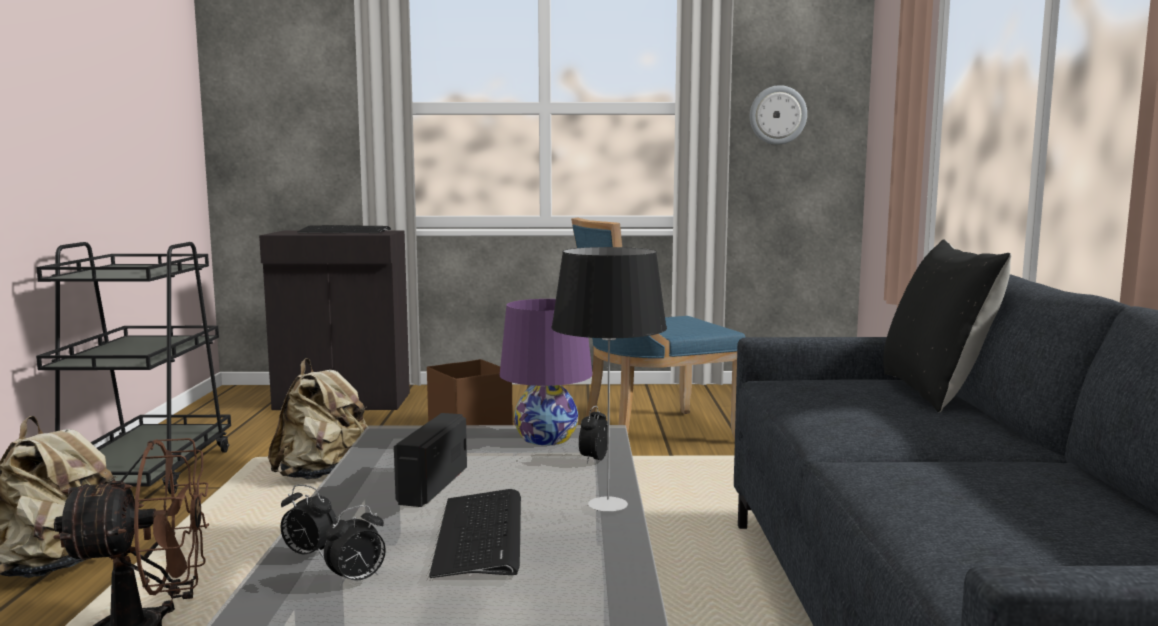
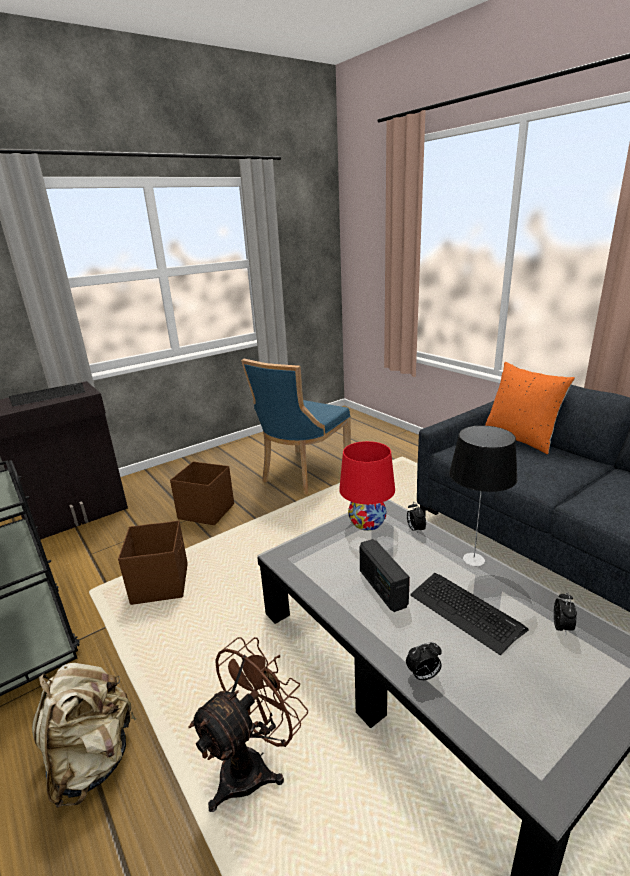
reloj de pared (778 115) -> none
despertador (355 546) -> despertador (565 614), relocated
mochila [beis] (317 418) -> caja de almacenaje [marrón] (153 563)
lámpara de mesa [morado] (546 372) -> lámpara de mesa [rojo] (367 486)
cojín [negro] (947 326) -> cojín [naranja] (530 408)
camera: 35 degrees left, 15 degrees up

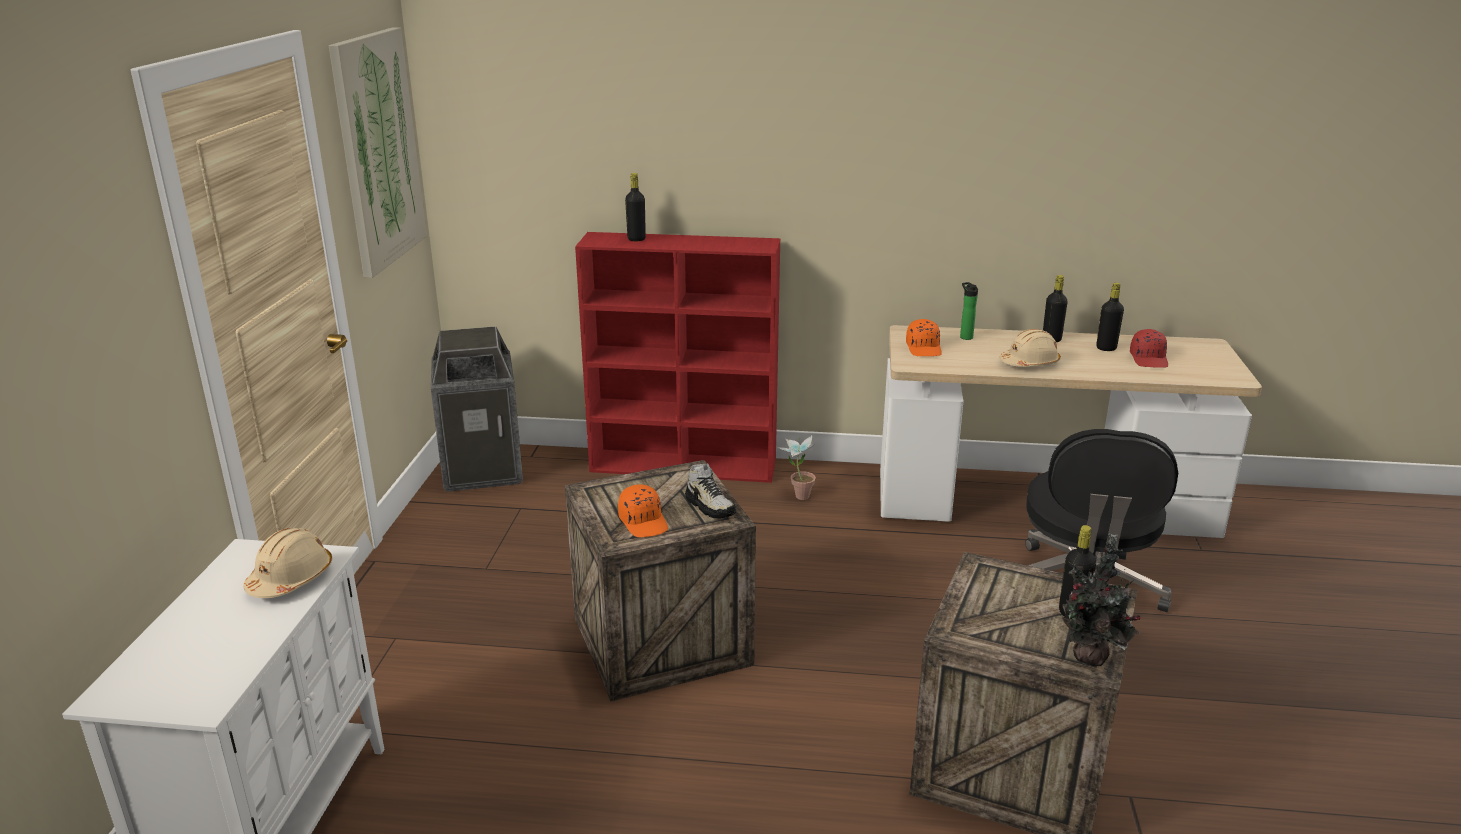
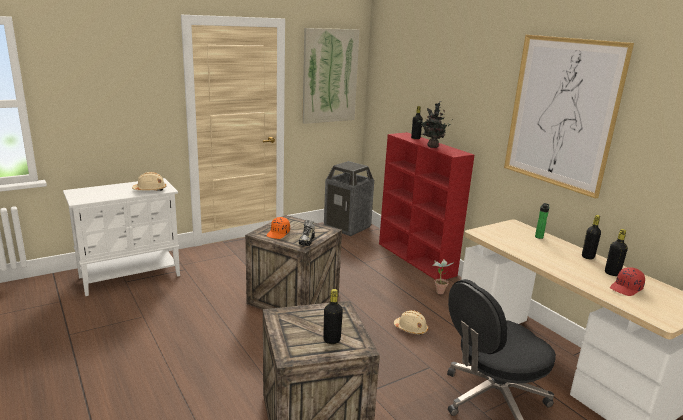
gorra [naranja] (924 337) -> none
none -> cuadro (569 117)
casco [beis] (1030 348) -> casco [beis] (411 322), relocated
planta en maceta (1101 599) -> planta en maceta (434 124), relocated
camera: 50 degrees right, 5 degrees down

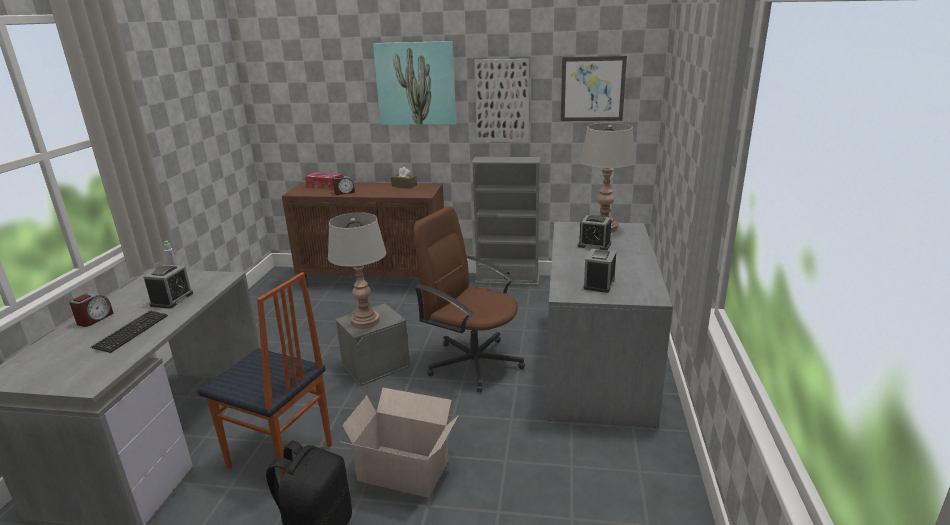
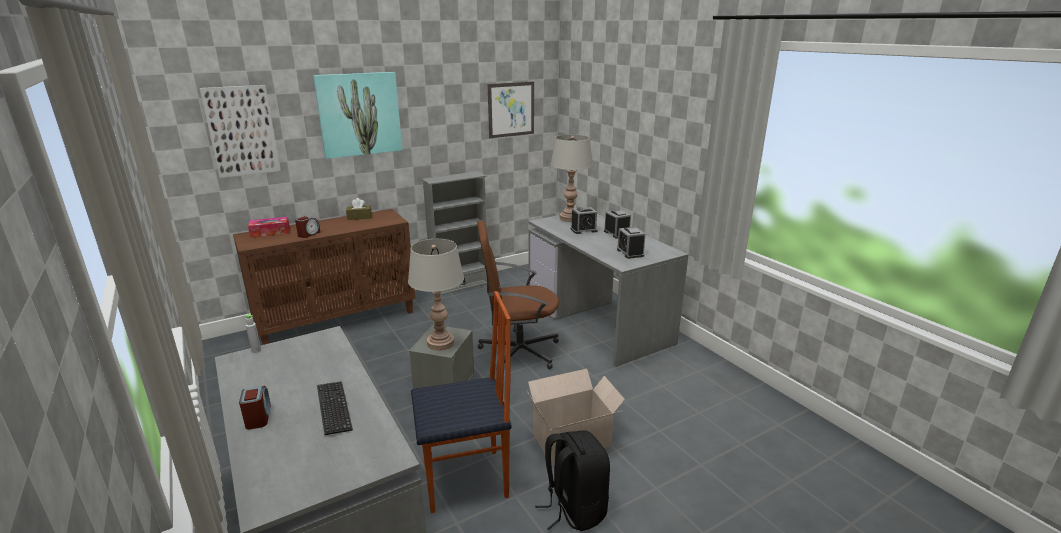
despertador (168 287) -> despertador (617 224), relocated
cuadro (501 100) -> cuadro (240 131), relocated
camera: 40 degrees left, 0 degrees up

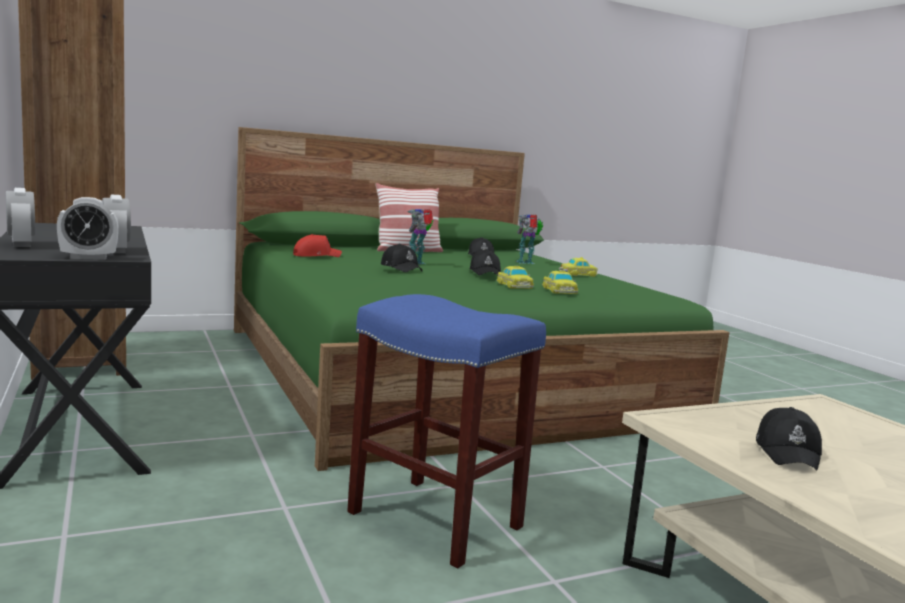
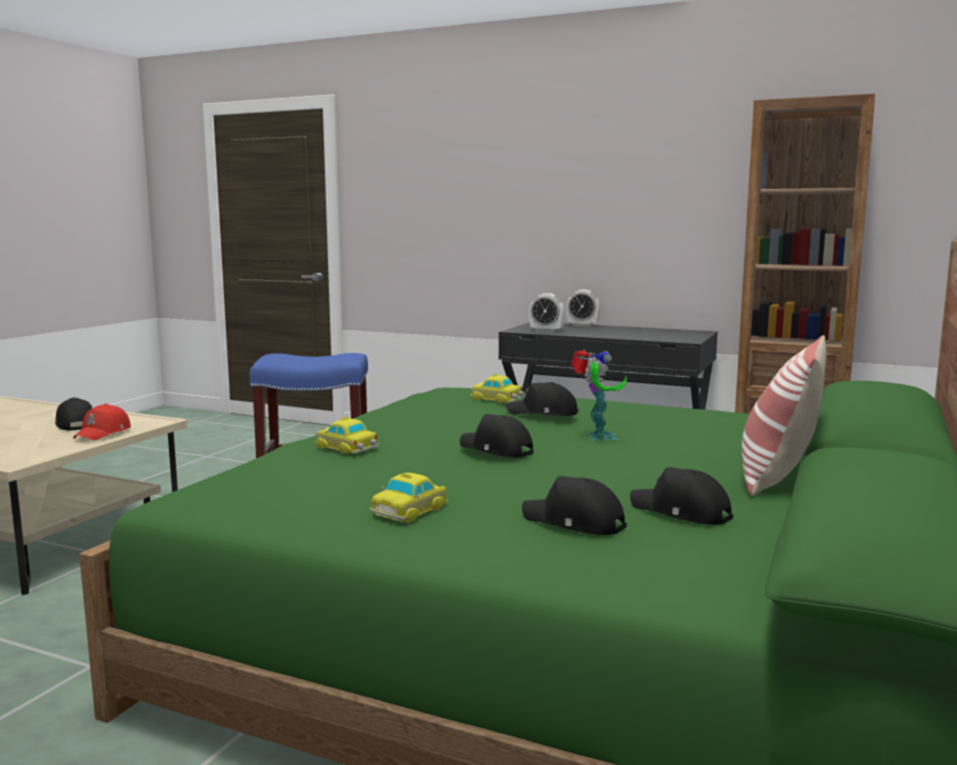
despertador (88 228) -> none
gorra [rojo] (317 245) -> gorra [rojo] (102 422), relocated
coche de juguete (515 277) -> coche de juguete (497 388), relocated
robot de juguete (529 239) -> gorra [negro] (574 505)
camera: 140 degrees right, 0 degrees up

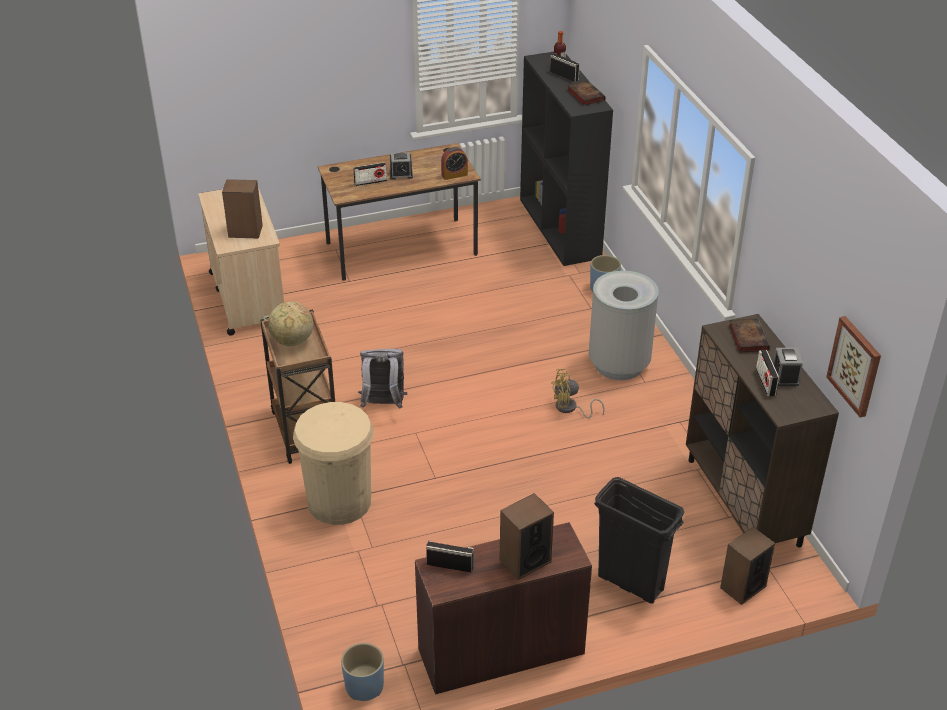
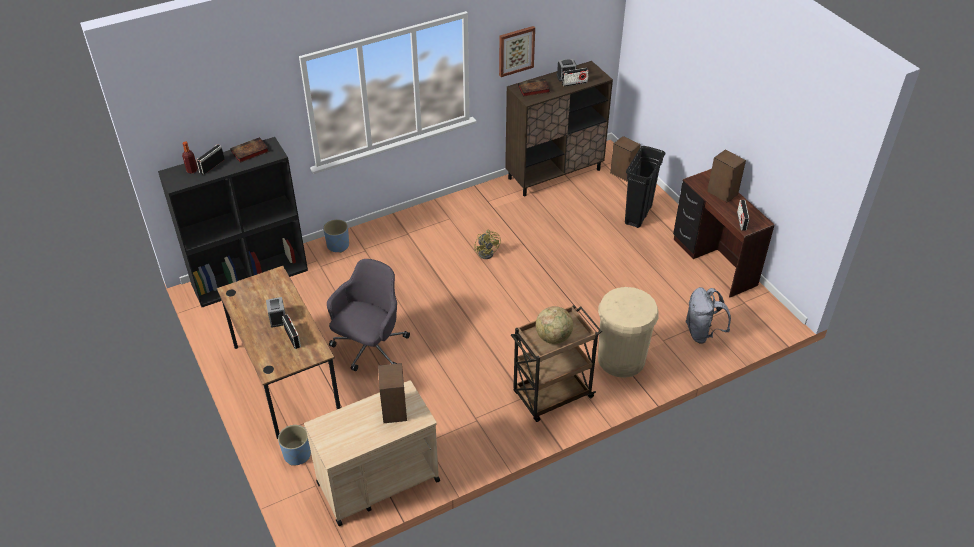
despertador (454 163) -> none
papelera [gris] (624 325) -> none
none -> silla de oficina [gris] (368 315)
maceta [azul] (362 672) -> maceta [azul] (294 445), relocated
mochila [gris] (382 379) -> mochila [gris] (708 315), relocated
cuadro (853 367) -> cuadro (517 51), relocated
camera: 100 degrees left, 5 degrees up

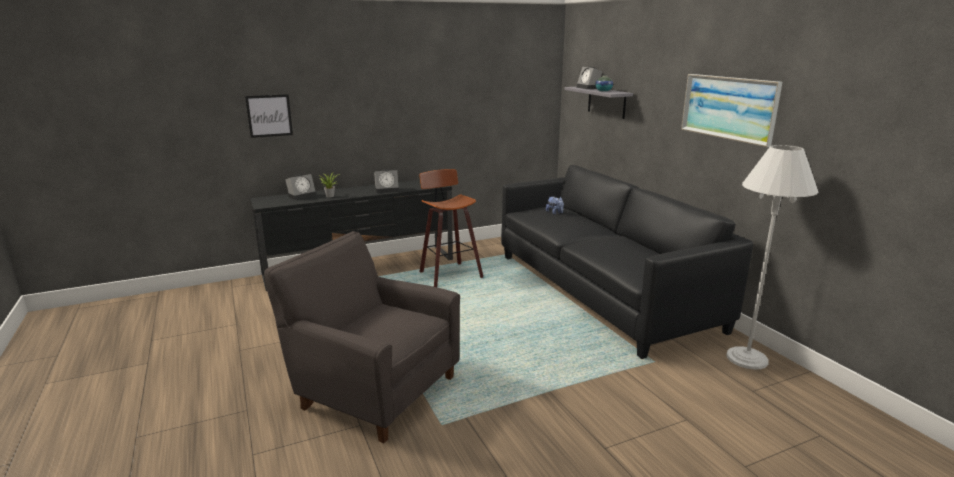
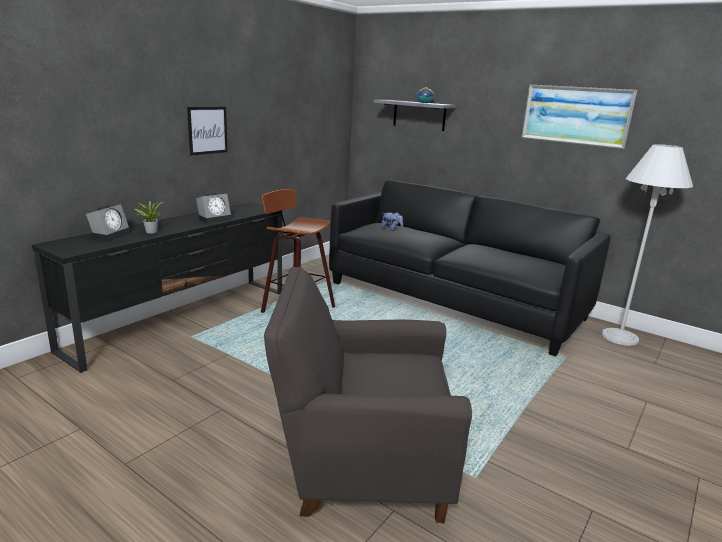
despertador (589 77) -> none
cuadro (269 116) -> cuadro (207 131), relocated
camera: 30 degrees left, 0 degrees up

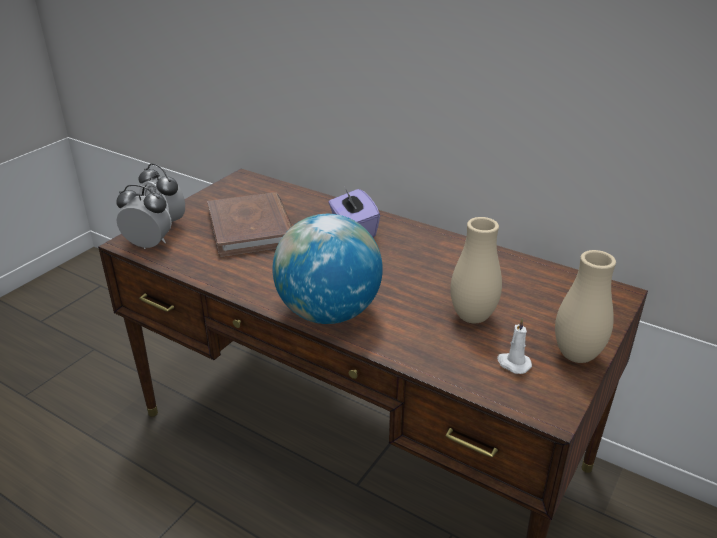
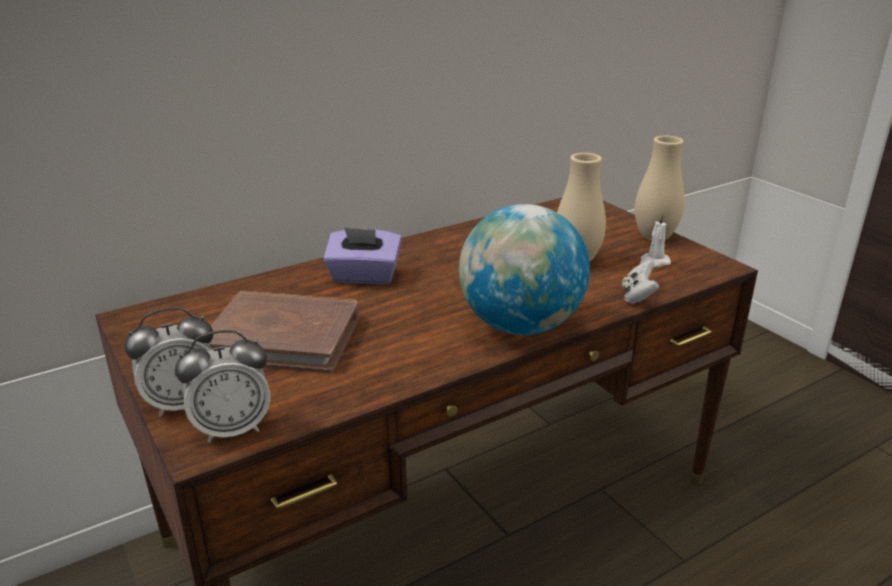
none -> mando de consola [blanco] (640 282)
despertador (144 217) -> despertador (222 386), 150 degrees counterclockwise
camera: 65 degrees left, 5 degrees down

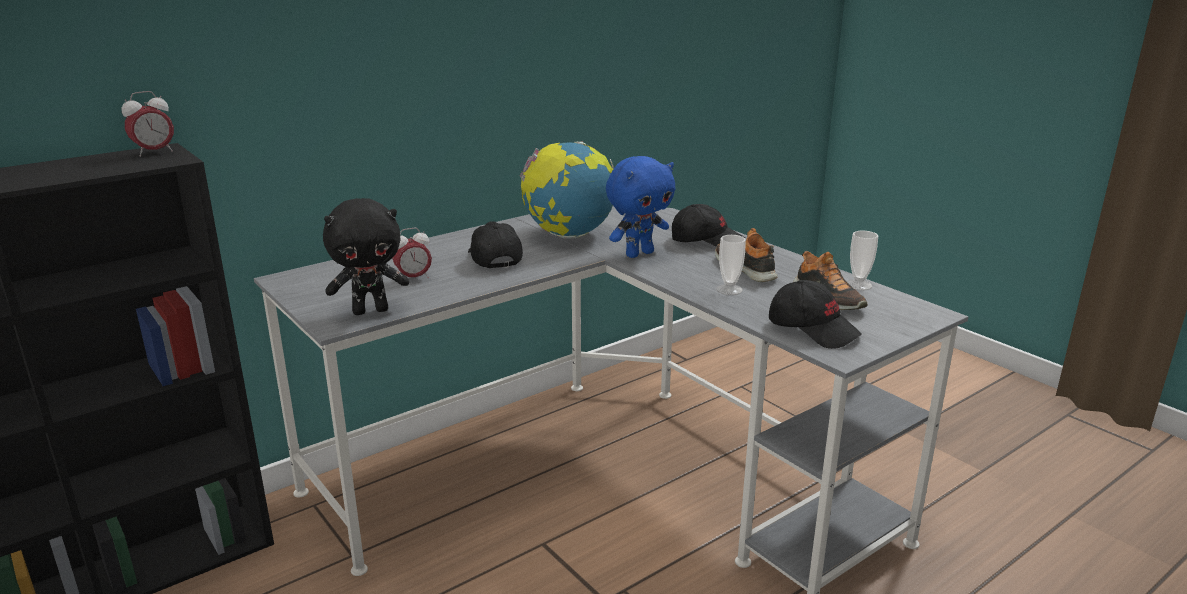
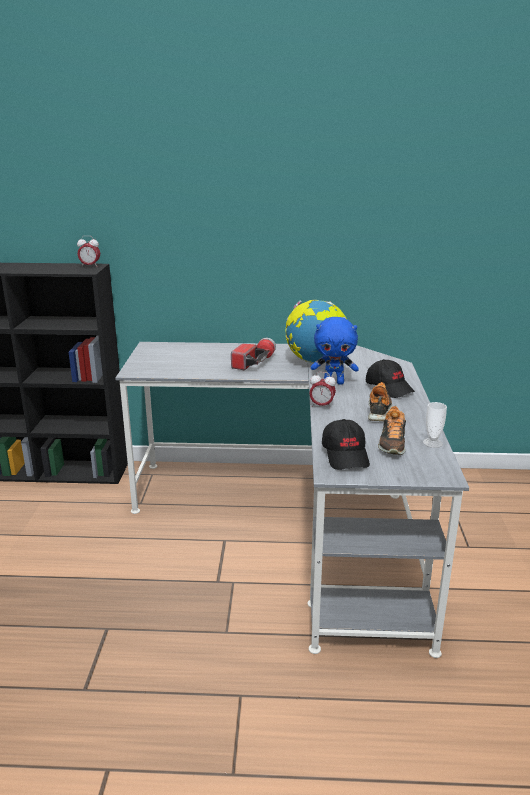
peluche [negro] (366 256) -> none
taza (731 265) -> none
despertador (412 253) -> despertador (322 390), relocated
gorra [negro] (495 244) -> linterna (253 354)
camera: 40 degrees right, 0 degrees up

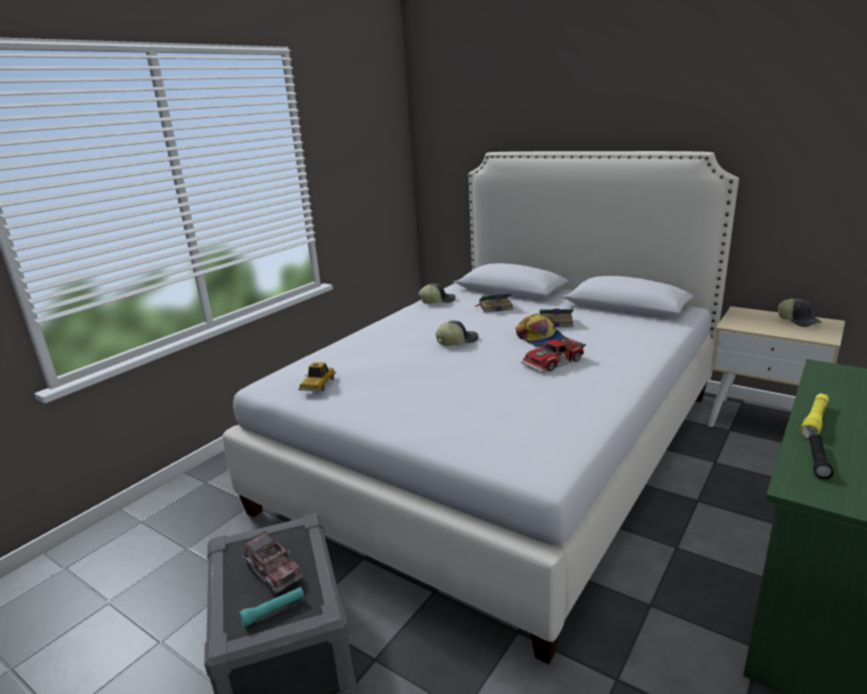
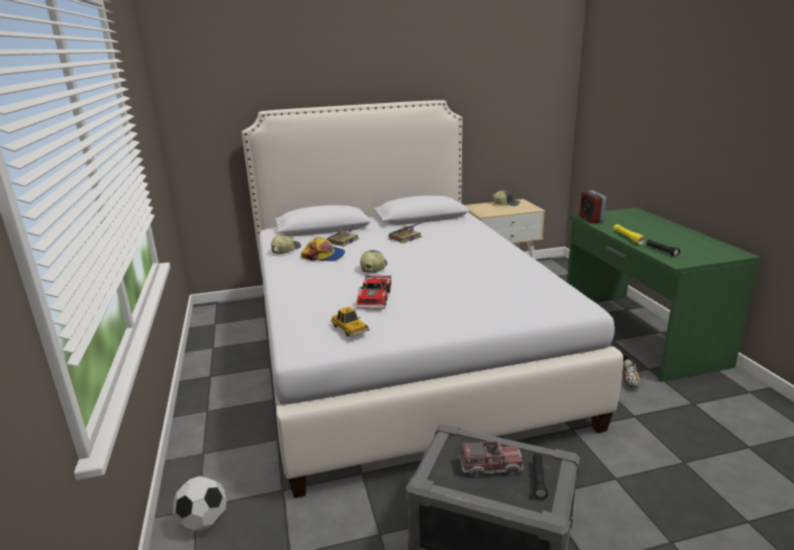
none -> balón de fútbol (200 504)
none -> despertador (593 206)
none -> zapato (632 370)
gorra (539 330) -> gorra (323 249), relocated
coche de juguete (553 354) -> coche de juguete (374 292), relocated
linterna [turquesa] (271 607) -> linterna [negro] (540 477)
camera: 50 degrees left, 0 degrees up

